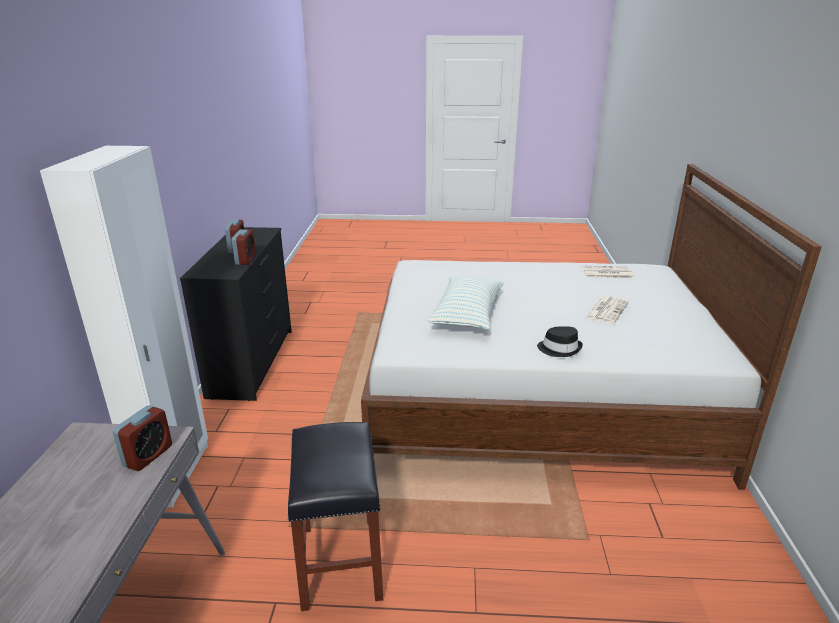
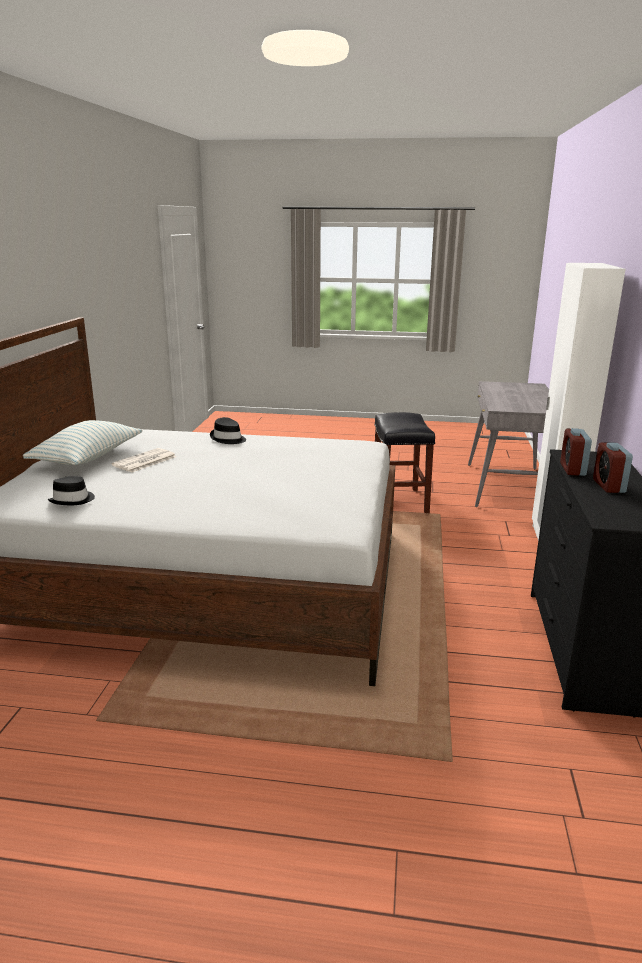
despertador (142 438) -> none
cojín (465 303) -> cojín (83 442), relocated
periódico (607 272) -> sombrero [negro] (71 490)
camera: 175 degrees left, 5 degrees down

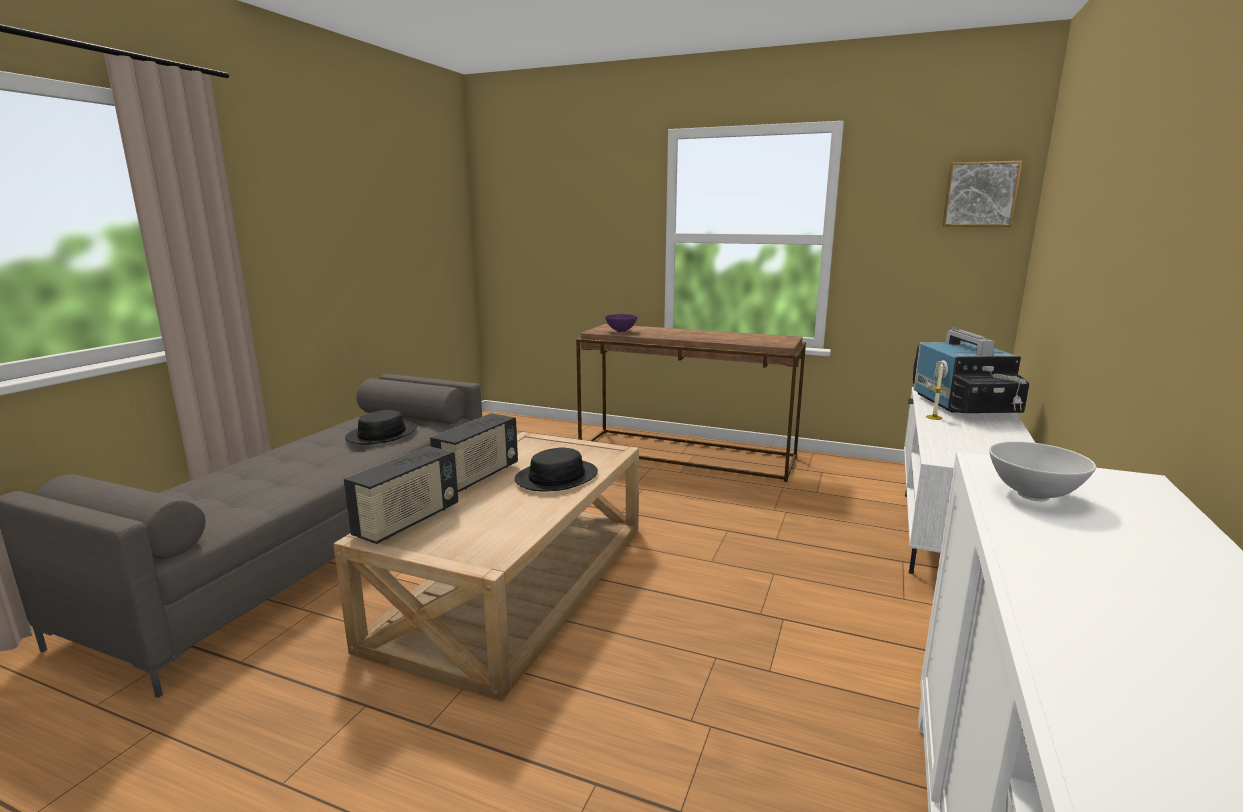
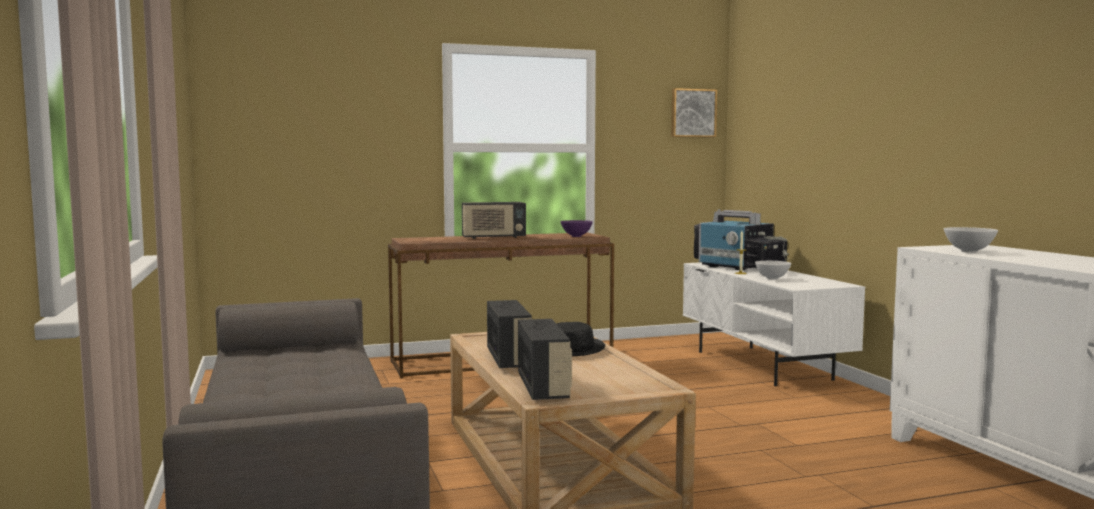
sombrero [negro] (381 427) -> none
none -> radio (494 220)
none -> cuenco [blanco] (773 270)
cuenco [morado] (621 323) -> cuenco [morado] (577 228), relocated
camera: 40 degrees left, 10 degrees down

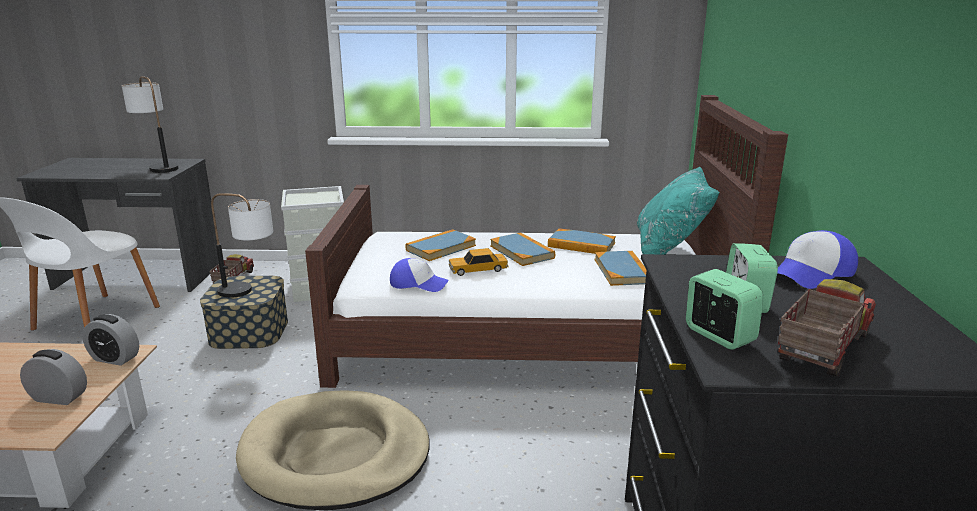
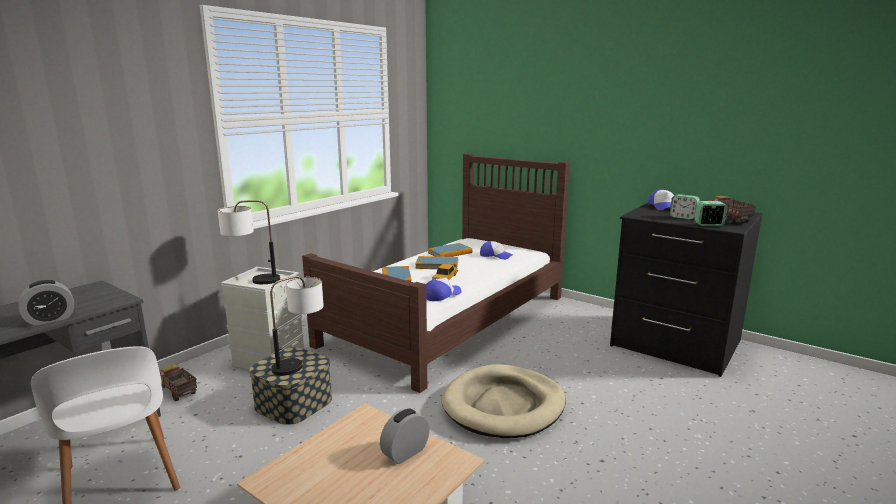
cojín [turquesa] (678 211) -> none
despertador (110 340) -> despertador (46 303), relocated
lámpara de mesa (150 124) -> lámpara de mesa (249 242), relocated
libro (621 268) -> gorra (496 250)
camera: 55 degrees left, 5 degrees down

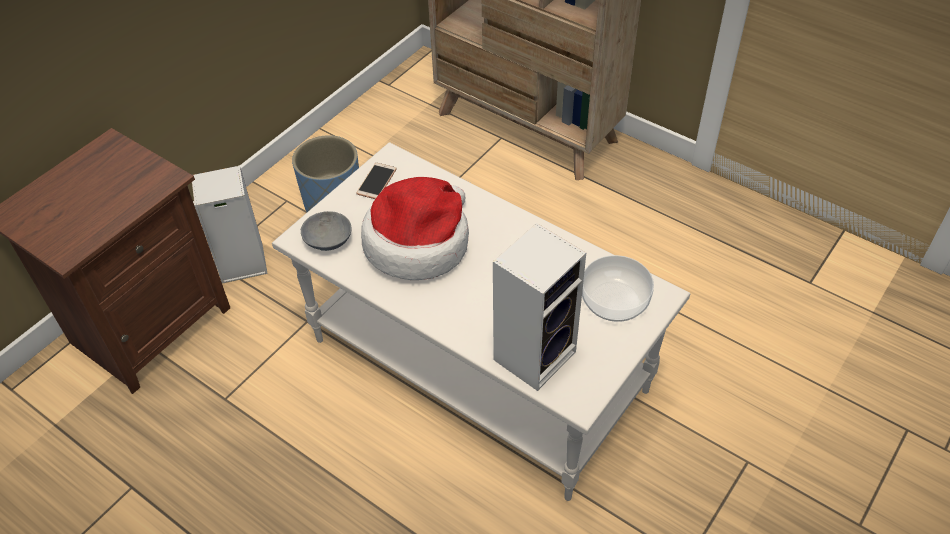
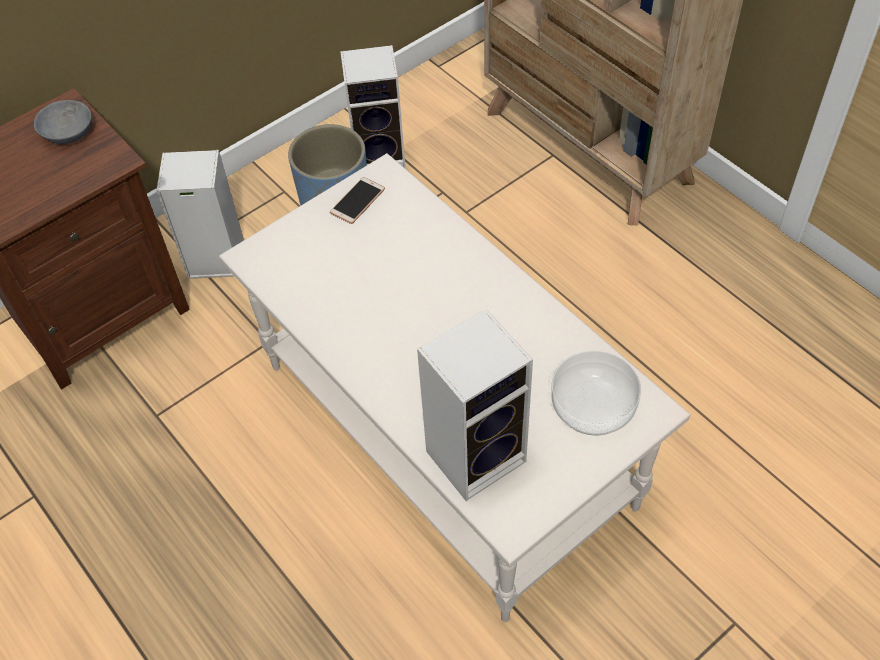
sombrero (415 228) -> none
none -> altavoz (373 107)
cuenco [gris] (326 231) -> cuenco [gris] (63 122), relocated
camera: 15 degrees right, 5 degrees up

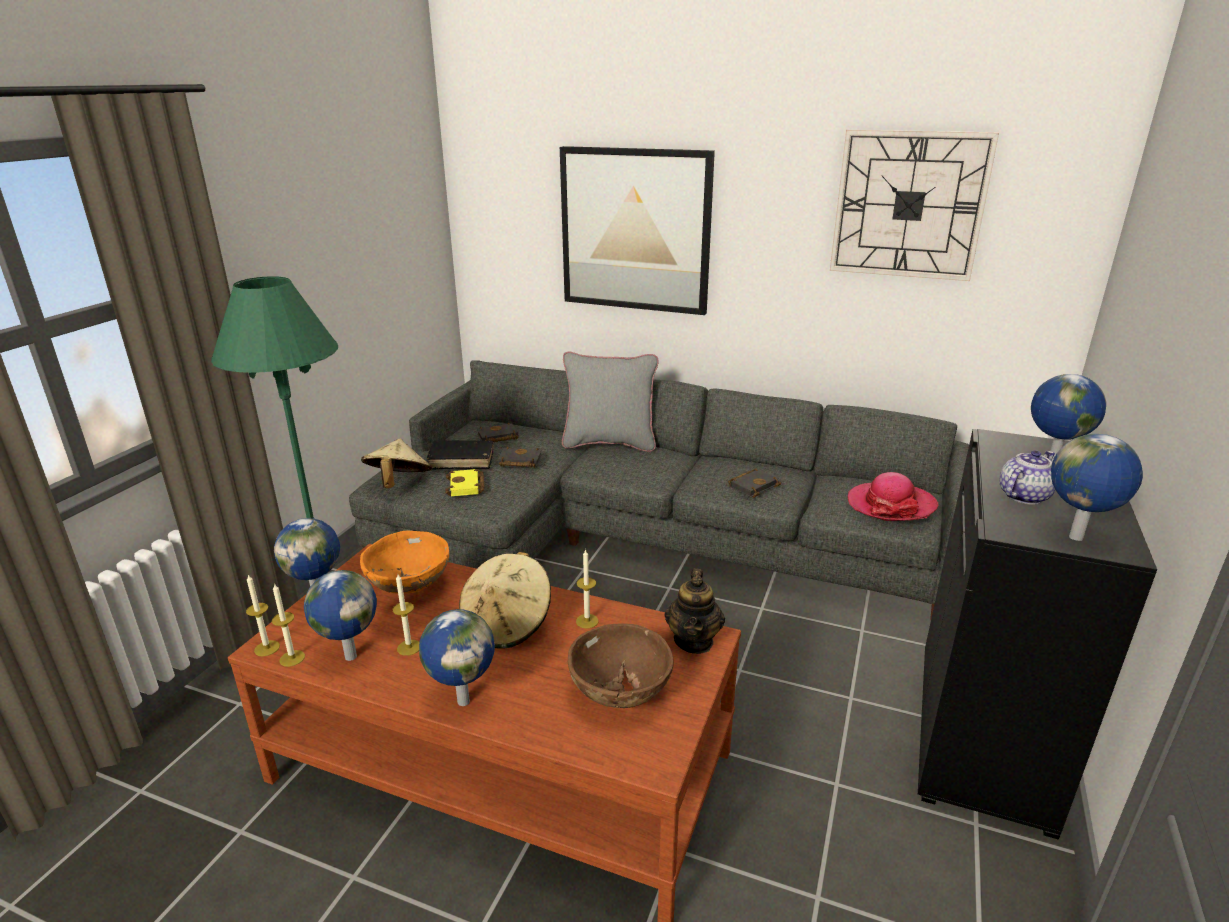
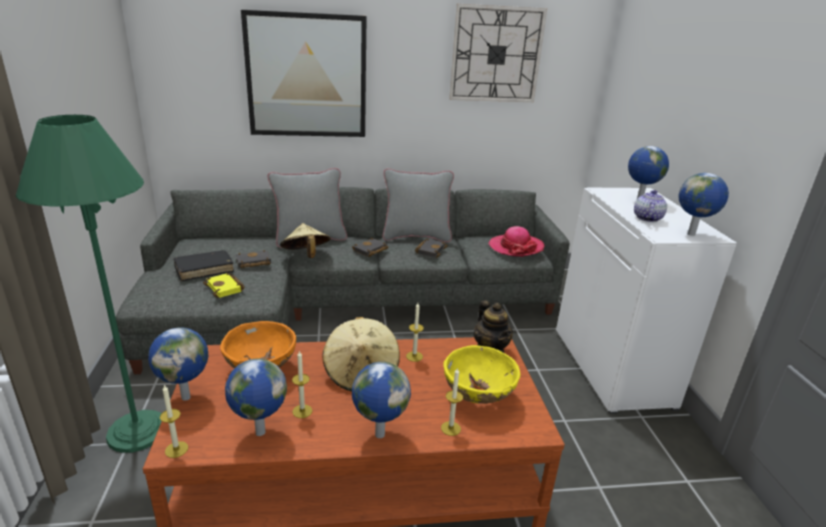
none -> cojín [gris] (418 205)
vela (288 625) -> vela (452 401), relocated
sombrero [beis] (396 463) -> sombrero [beis] (305 240), relocated
libro [negro] (498 432) -> libro [negro] (370 247), relocated
cuenco [marrón] (620 665) -> cuenco [amarillo] (482 374)
armario [negro] (1037 634) -> armario [blanco] (646 300)
camera: 30 degrees left, 0 degrees up

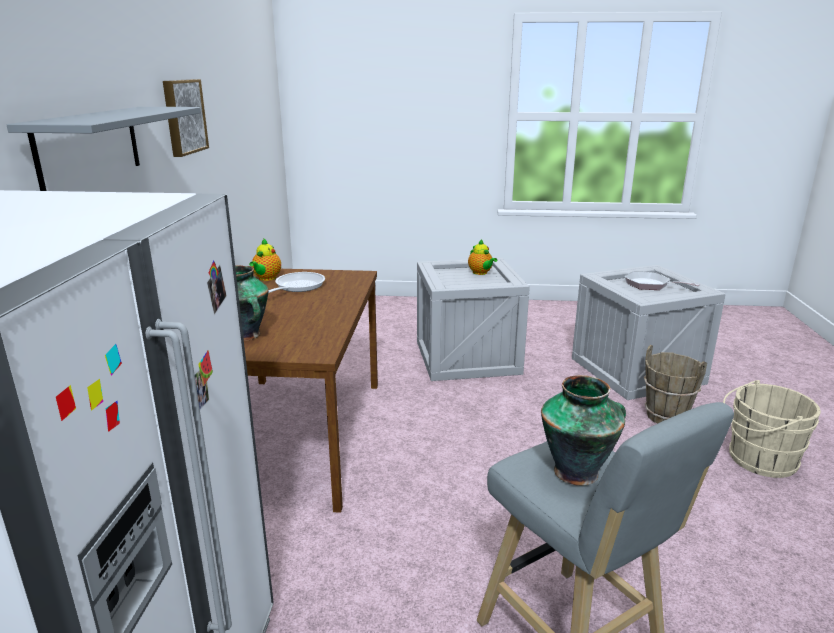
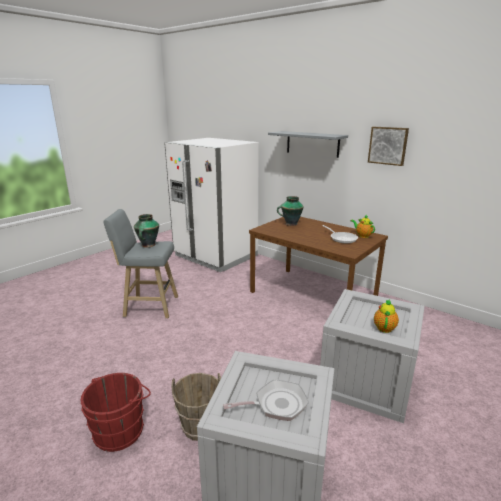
cubo [beis] (772 429) -> cubo [rojo] (116 412)
tetera (482 257) -> tetera (386 316), 105 degrees clockwise
camera: 125 degrees right, 0 degrees up

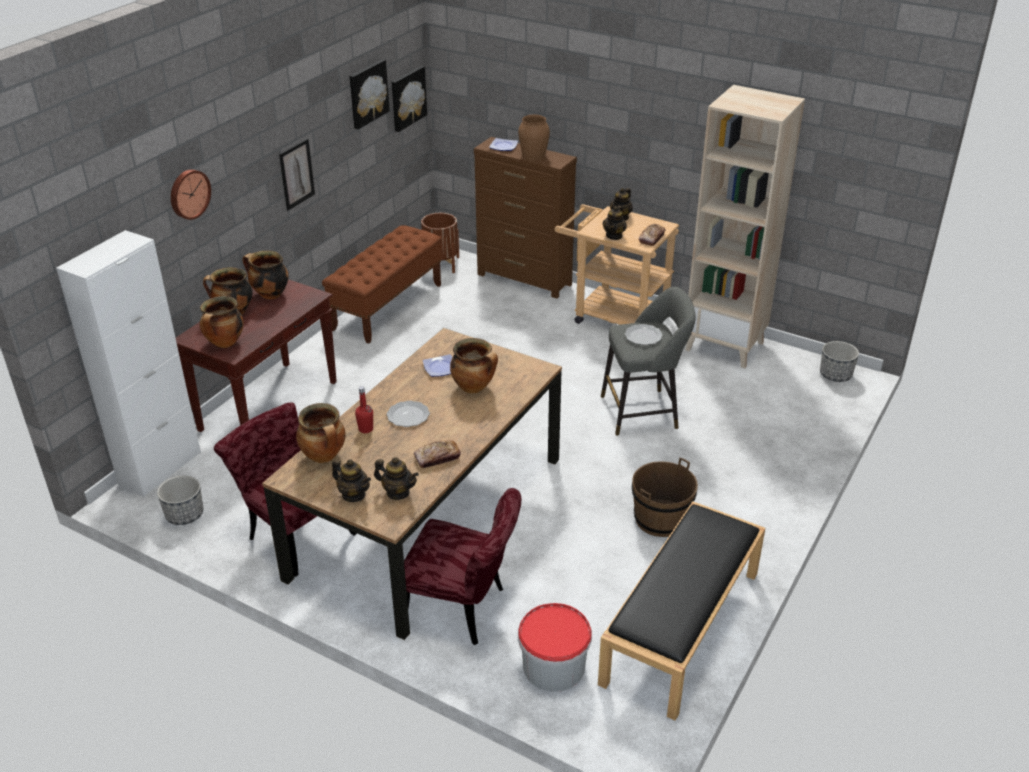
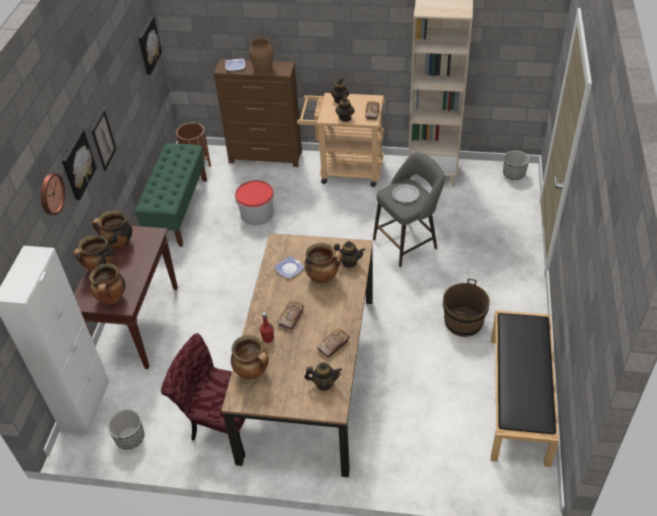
silla [rojo] (462 566) -> none
tetera (351 480) -> tetera (349 254), relocated
cuadro (369 94) -> cuadro (79 164), relocated
cubo (554 647) -> cubo (254 202), relocated
plato (408 414) -> pan (291 315)
banco [marrón] (382 284) -> banco [verde] (171 195)
camera: 20 degrees left, 10 degrees up

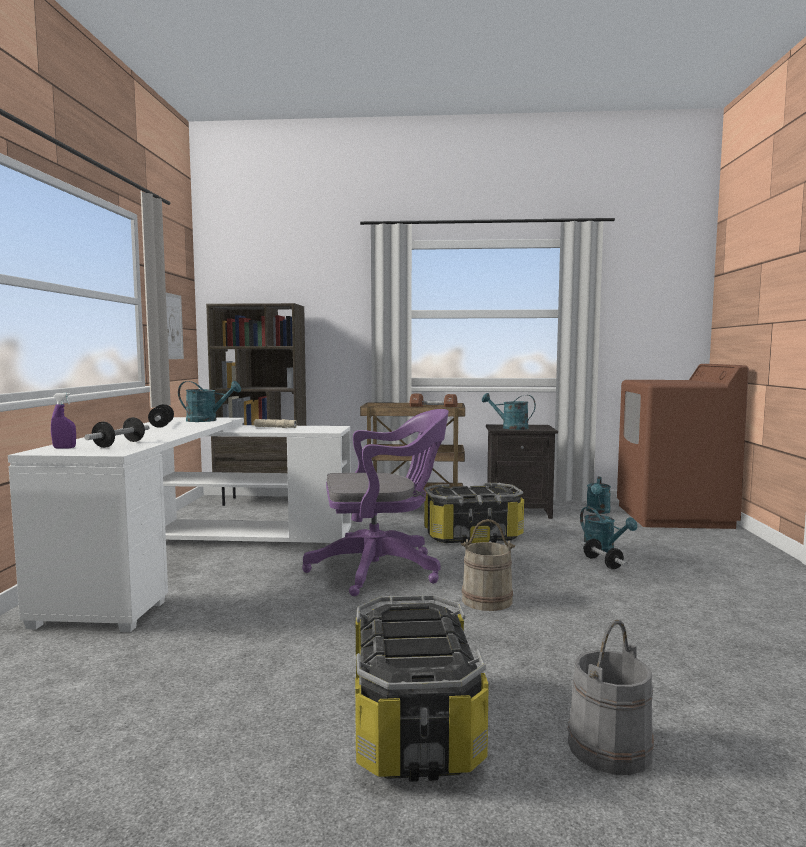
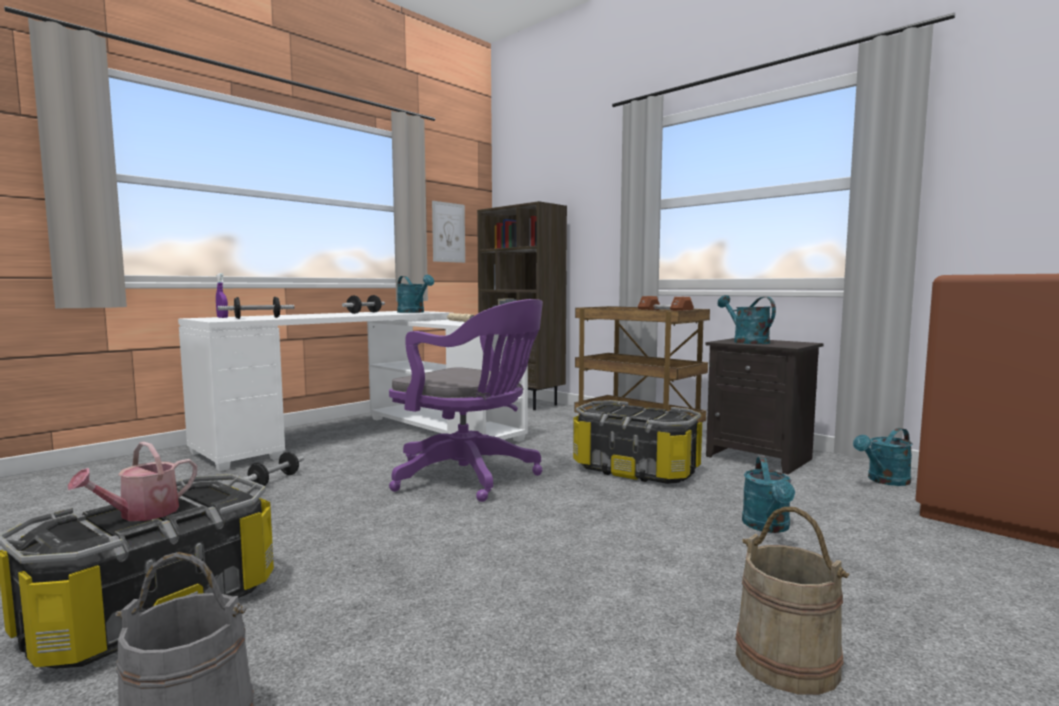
none -> regadera (132 481)
cubo [beis] (488 565) -> cubo [beis] (792 601), relocated
mancuerna (604 554) -> mancuerna (272 469), relocated
camera: 40 degrees right, 0 degrees up

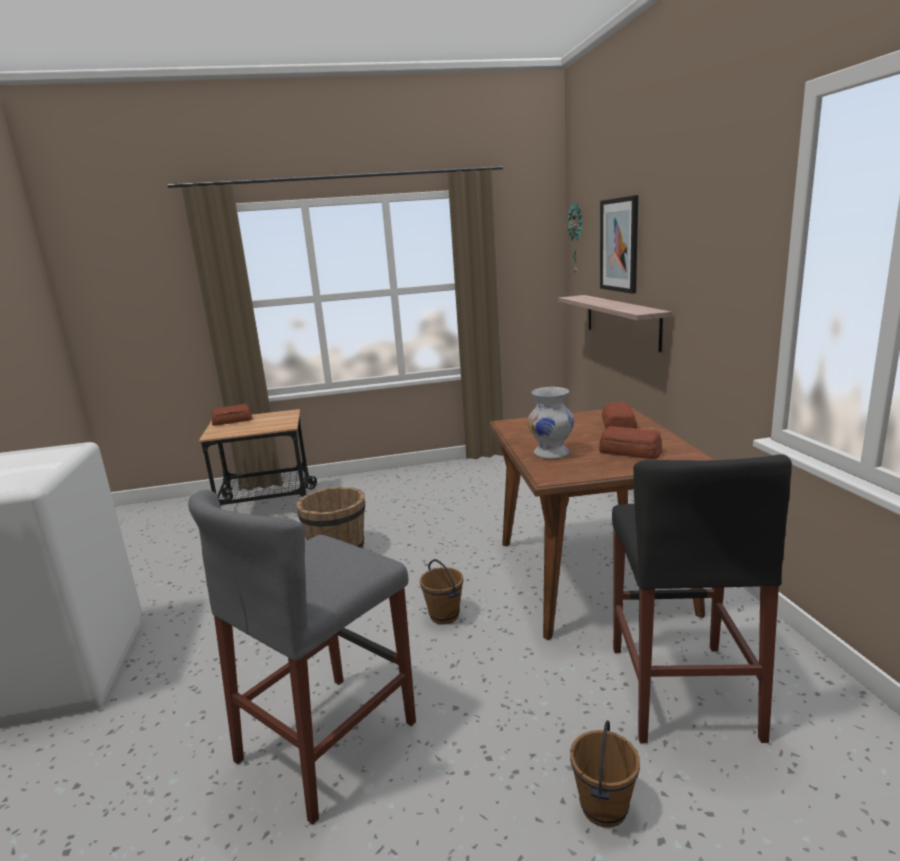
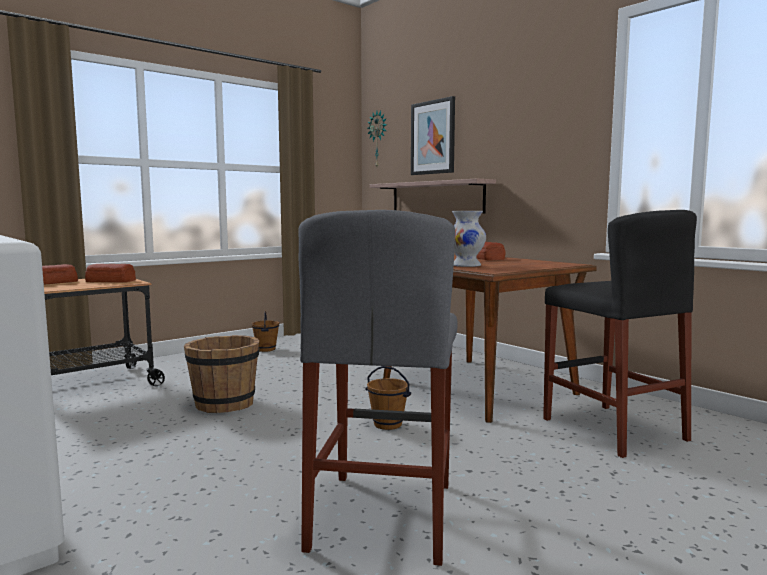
cubo [marrón] (605 774) -> cubo [marrón] (265 331), relocated
pan (631 442) -> pan (110 273), relocated
camera: 30 degrees left, 10 degrees down

